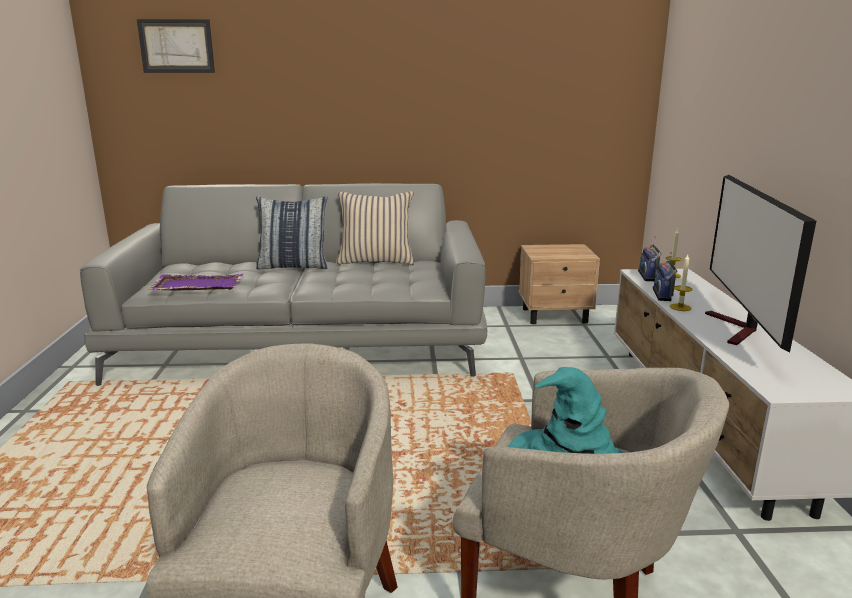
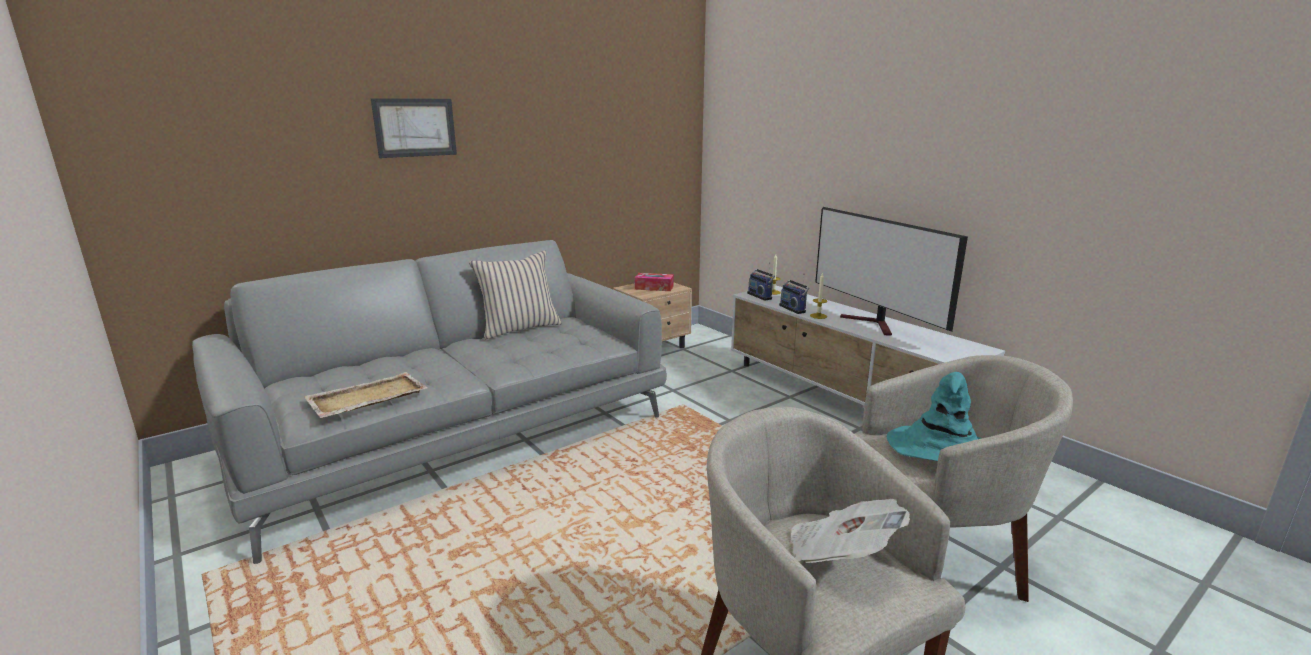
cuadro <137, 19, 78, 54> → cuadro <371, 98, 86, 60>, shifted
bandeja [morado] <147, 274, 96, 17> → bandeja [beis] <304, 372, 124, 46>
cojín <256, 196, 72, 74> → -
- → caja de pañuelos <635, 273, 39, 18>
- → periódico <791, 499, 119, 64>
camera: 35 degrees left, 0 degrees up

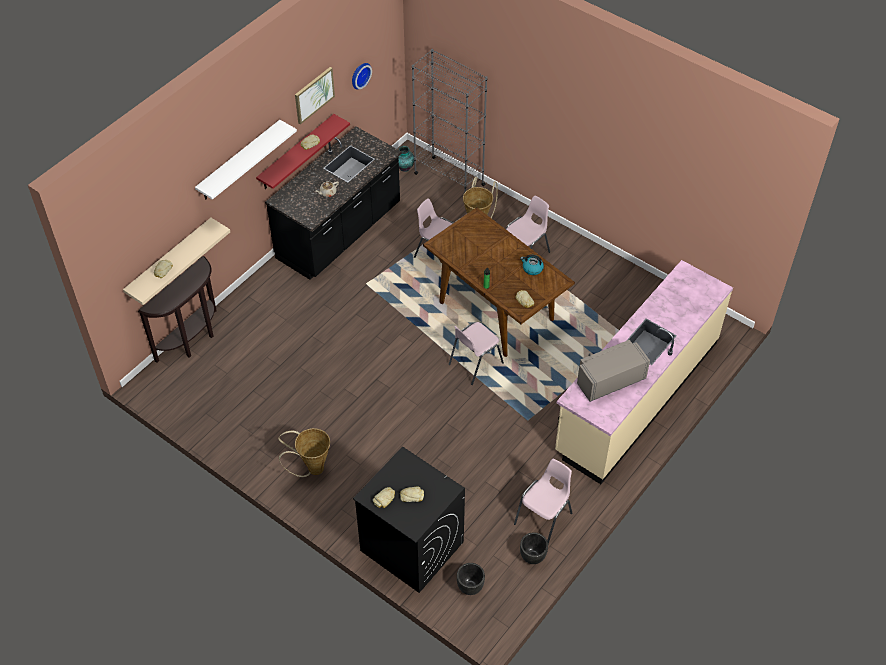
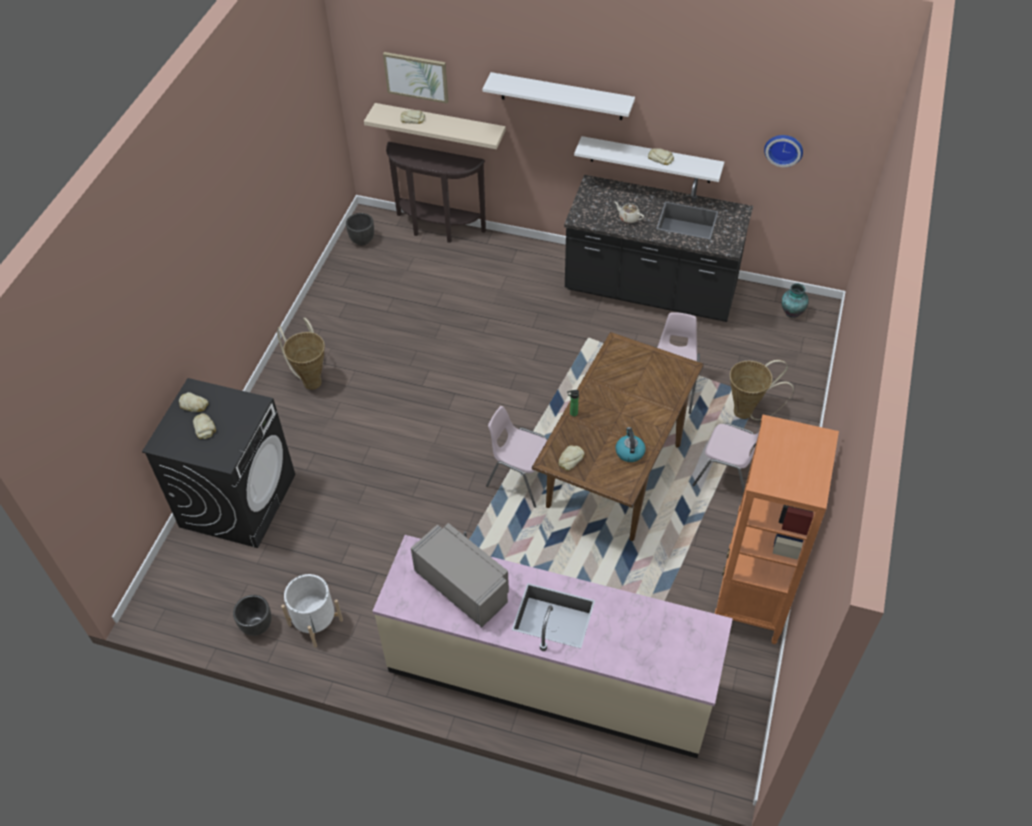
estante [rojo] <256, 114, 94, 75> → estante [blanco] <574, 136, 150, 47>
cuadro <295, 67, 40, 57> → cuadro <383, 52, 65, 51>, shifted
estantería [gris] <412, 49, 76, 144> → -
maceta [negro] <457, 563, 28, 32> → maceta [negro] <346, 213, 28, 32>, shifted
silla [rosa] <514, 459, 59, 85> → maceta [blanco] <281, 574, 62, 73>
- → estantería [naranja] <715, 414, 124, 230>
camera: 70 degrees right, 0 degrees up

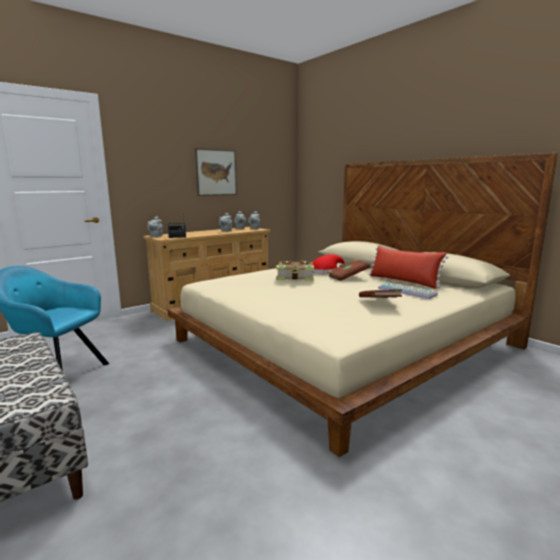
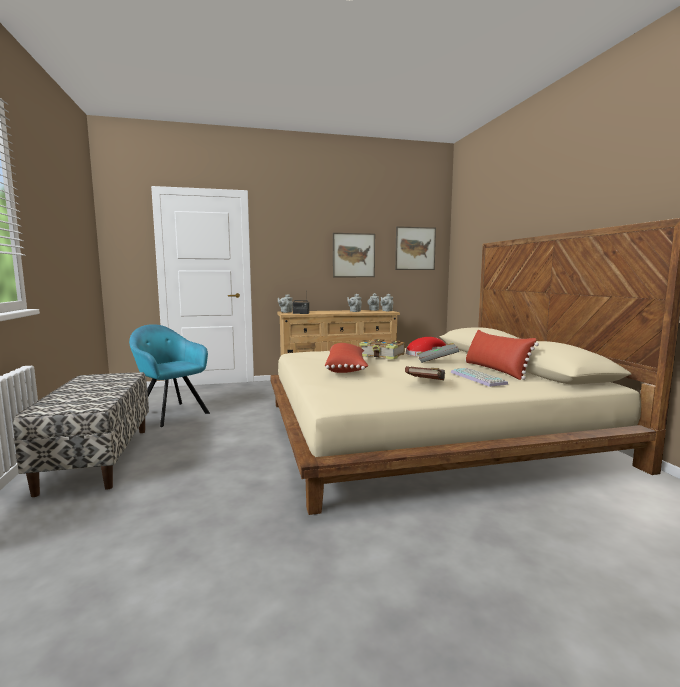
libro [marrón] <328, 259, 42, 22> → libro [gris] <417, 343, 42, 20>
- → cojín [rojo] <325, 343, 44, 30>
- → cuadro <395, 226, 41, 44>
camera: 25 degrees right, 5 degrees down

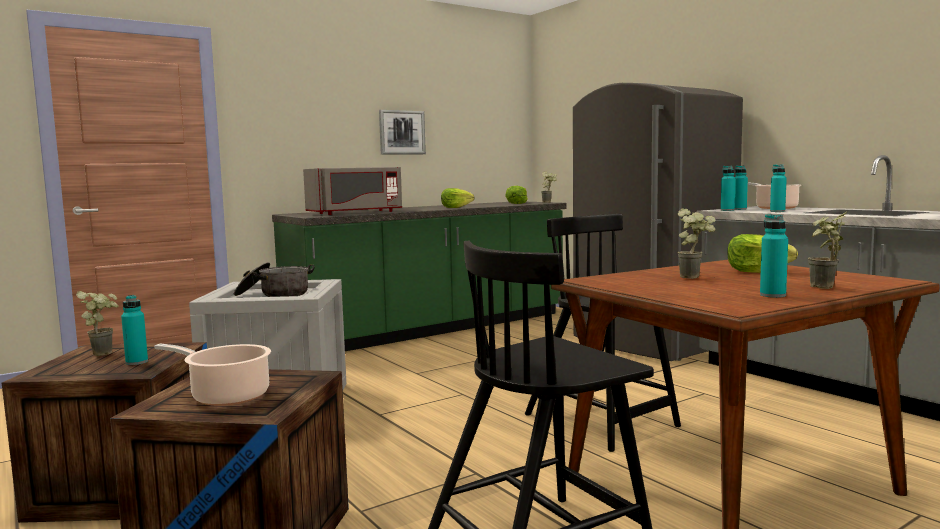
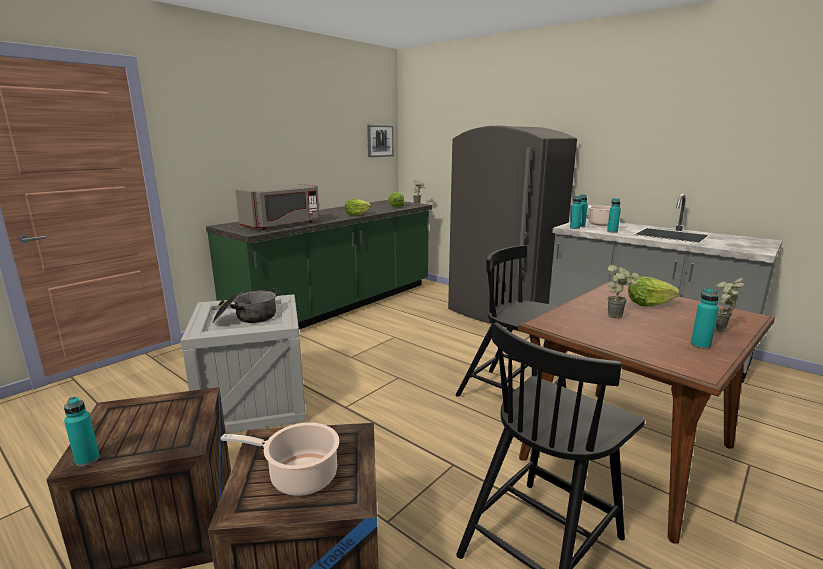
planta en maceta <76, 291, 43, 65> → -
botella [turquesa] <121, 295, 27, 70> → botella [turquesa] <64, 396, 36, 71>, shifted
cuadro <379, 110, 47, 45> → cuadro <367, 125, 27, 32>, shifted
camera: 15 degrees left, 10 degrees up

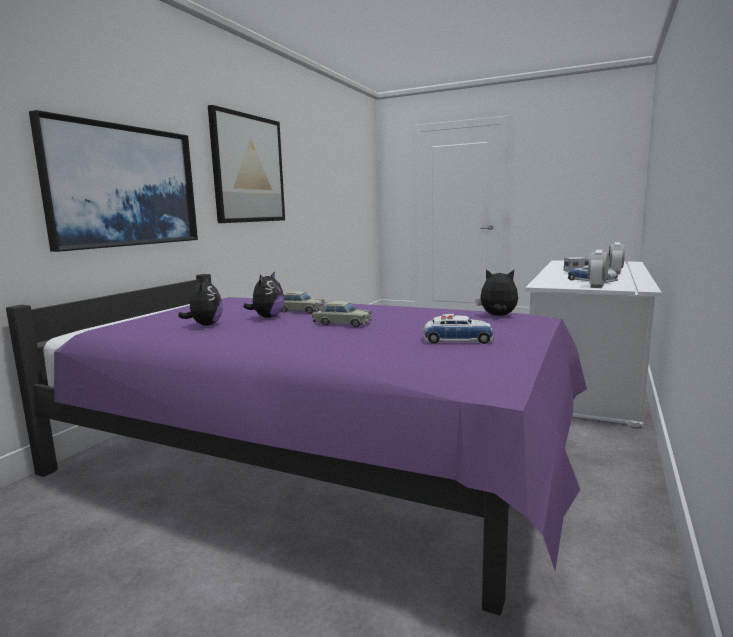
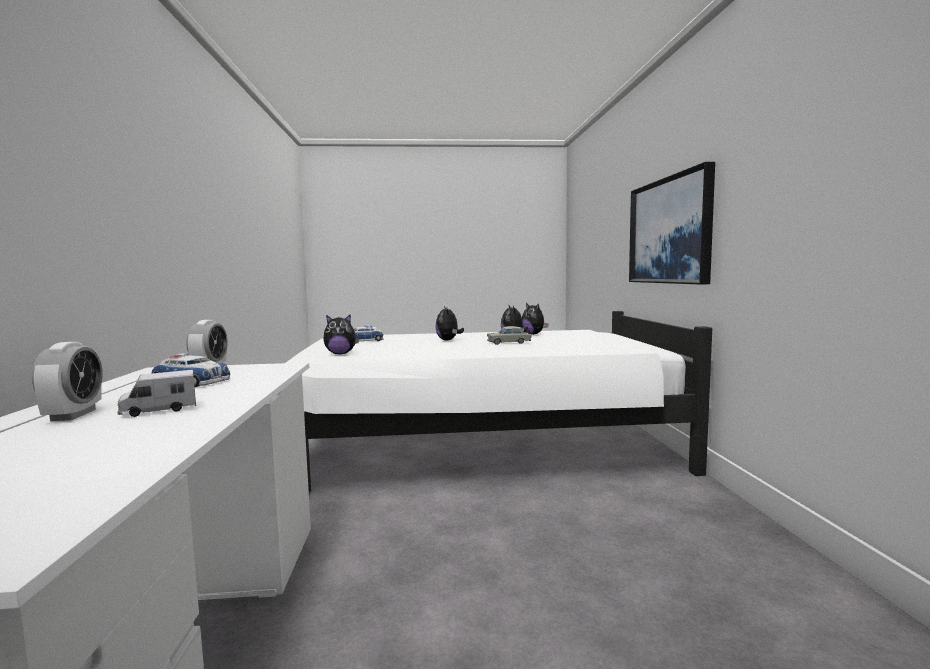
cama [morado] <6, 274, 581, 342> → cama [blanco] <286, 311, 426, 182>
cuadro <208, 105, 77, 118> → -
coche de juguete [beis] <312, 301, 60, 26> → peluche <435, 306, 29, 35>
camera: 150 degrees right, 5 degrees down

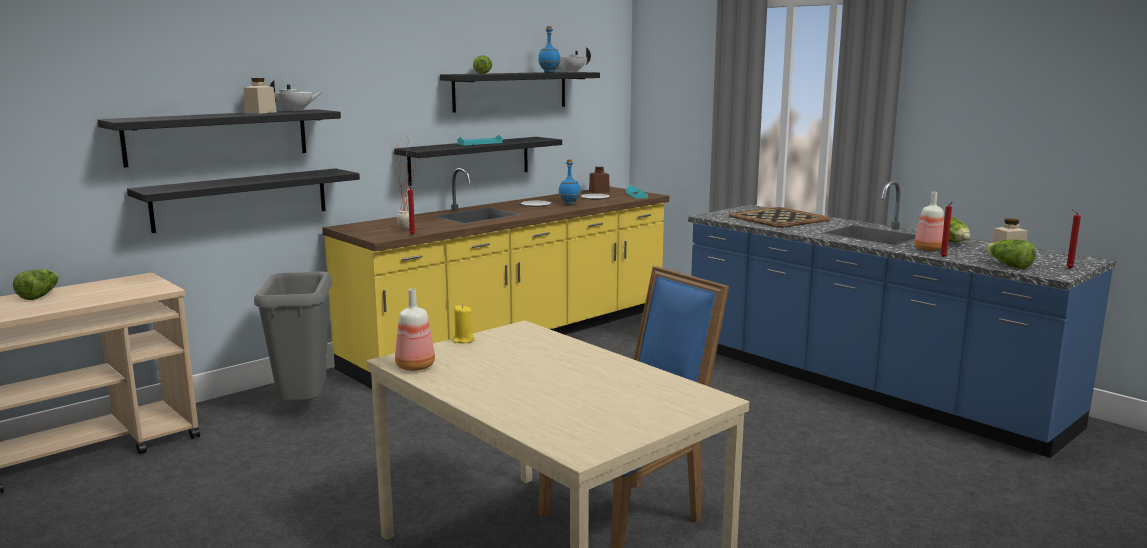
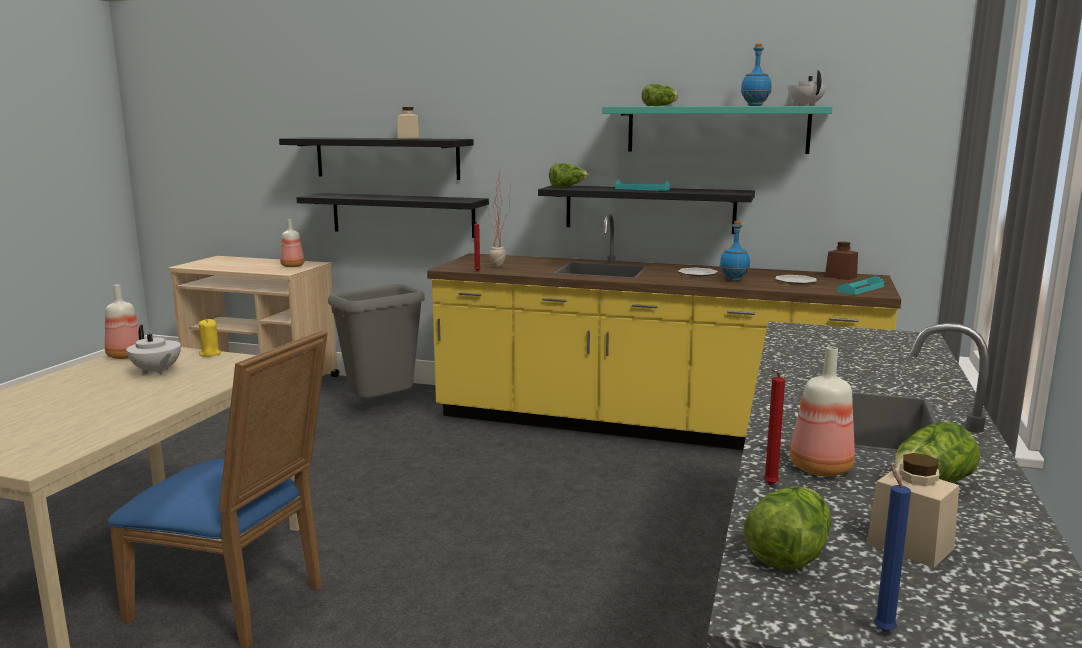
lechuga <13, 269, 45, 31> → lechuga <549, 163, 40, 24>, shifted
tetera [blanco] <270, 80, 52, 32> → tetera [blanco] <126, 325, 55, 50>, shifted
estante [negro] <440, 72, 160, 41> → estante [turquesa] <602, 106, 231, 48>
bandeja <729, 207, 102, 21> → -
vela [rojo] <1066, 209, 15, 60> → vela [azul] <874, 464, 37, 168>
- → botella <280, 219, 24, 48>
camera: 60 degrees right, 0 degrees up

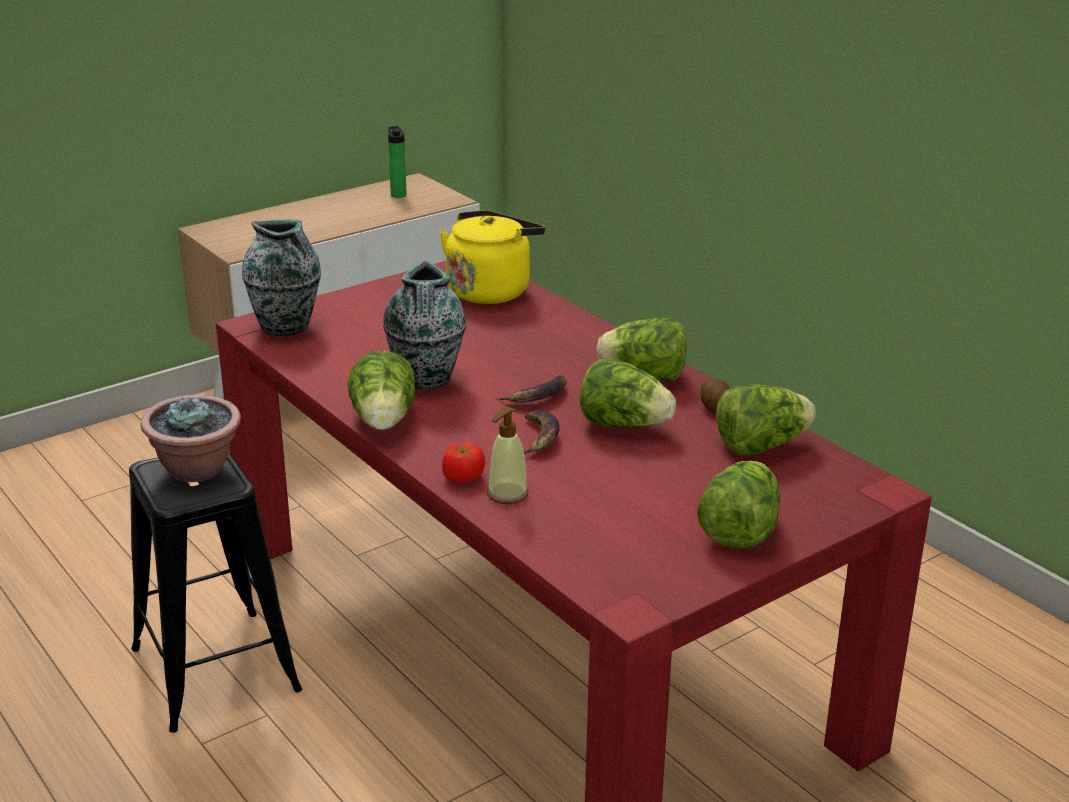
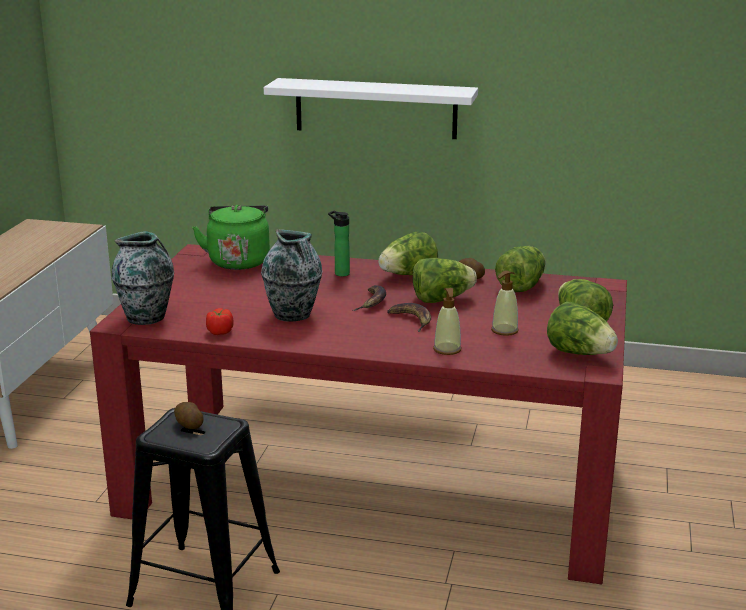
planta en maceta <141, 395, 100, 87> → patata <174, 402, 30, 27>
lechuga <347, 351, 68, 79> → lechuga <547, 302, 71, 53>, shifted
botella <388, 126, 19, 72> → botella <328, 211, 22, 65>, shifted
hervidor [amarillo] <439, 210, 106, 94> → hervidor [verde] <192, 205, 78, 65>
tomate <442, 442, 43, 41> → tomate <206, 308, 28, 27>, shifted
- → estante [blanco] <264, 78, 214, 61>
- → dispensador de jabón <491, 270, 28, 66>
camera: 40 degrees left, 5 degrees down

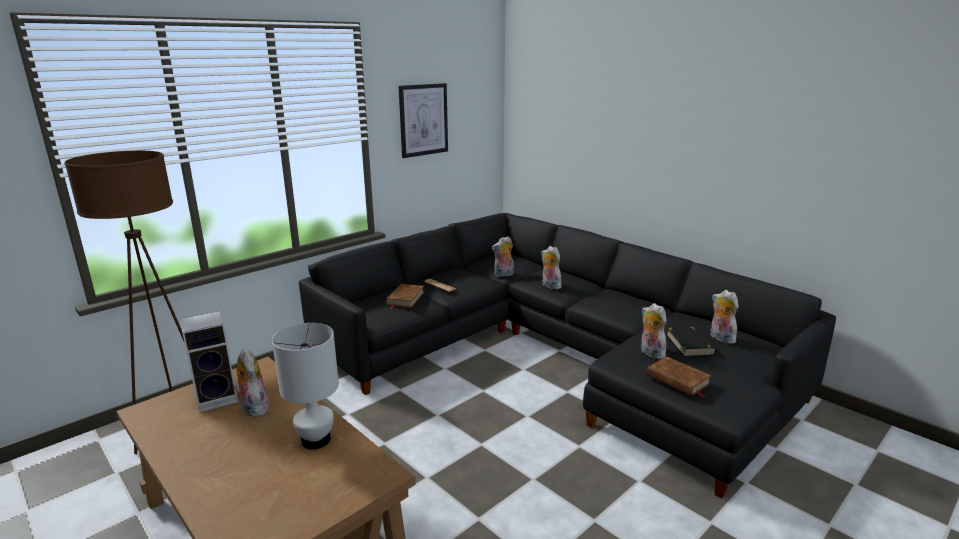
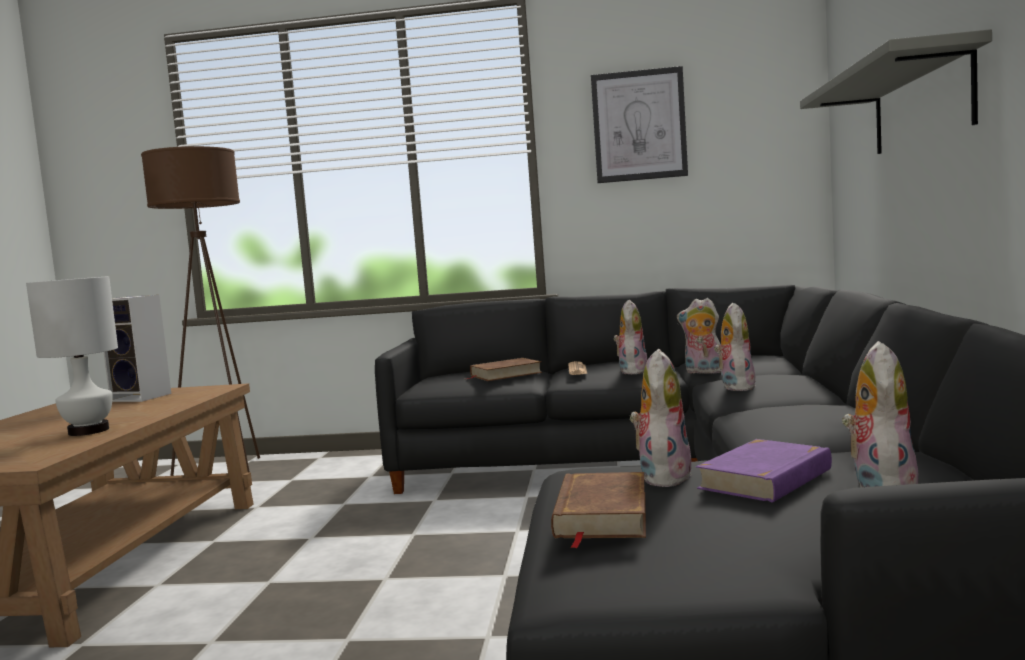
peluche <233, 348, 36, 69> → peluche <613, 300, 35, 74>, shifted
libro [negro] <666, 326, 50, 31> → libro [morado] <696, 439, 136, 64>
- → estante [gris] <800, 29, 192, 125>
camera: 50 degrees right, 15 degrees down

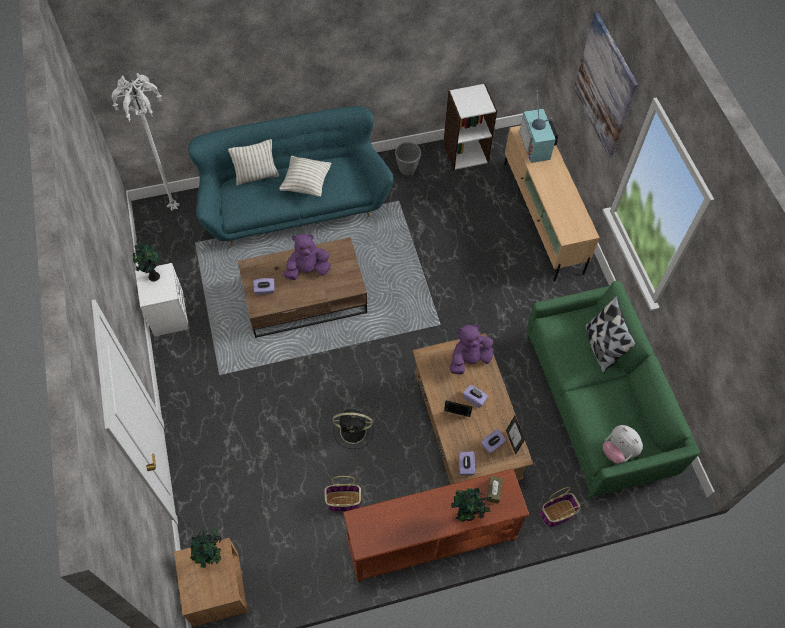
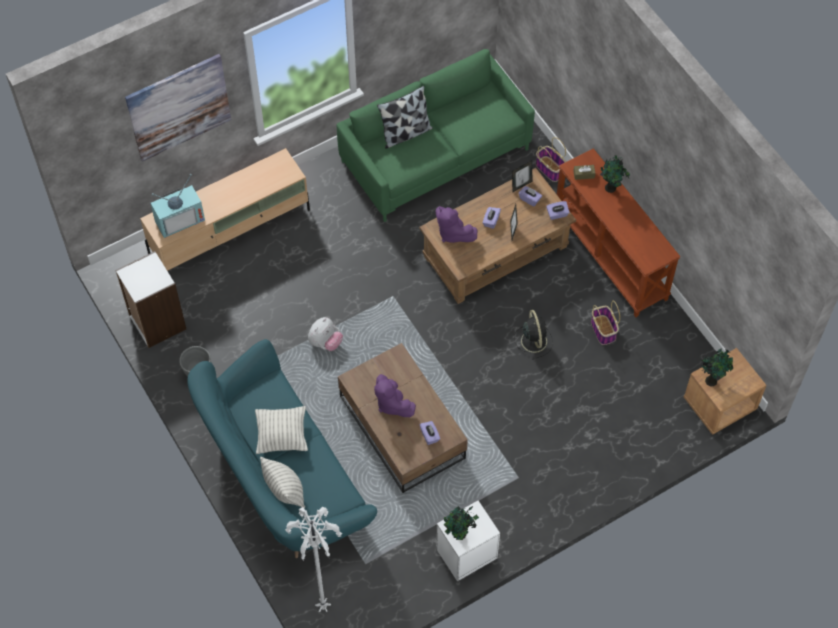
peluche <603, 425, 40, 39> → peluche <308, 317, 35, 34>, shifted
camera: 105 degrees left, 0 degrees up

